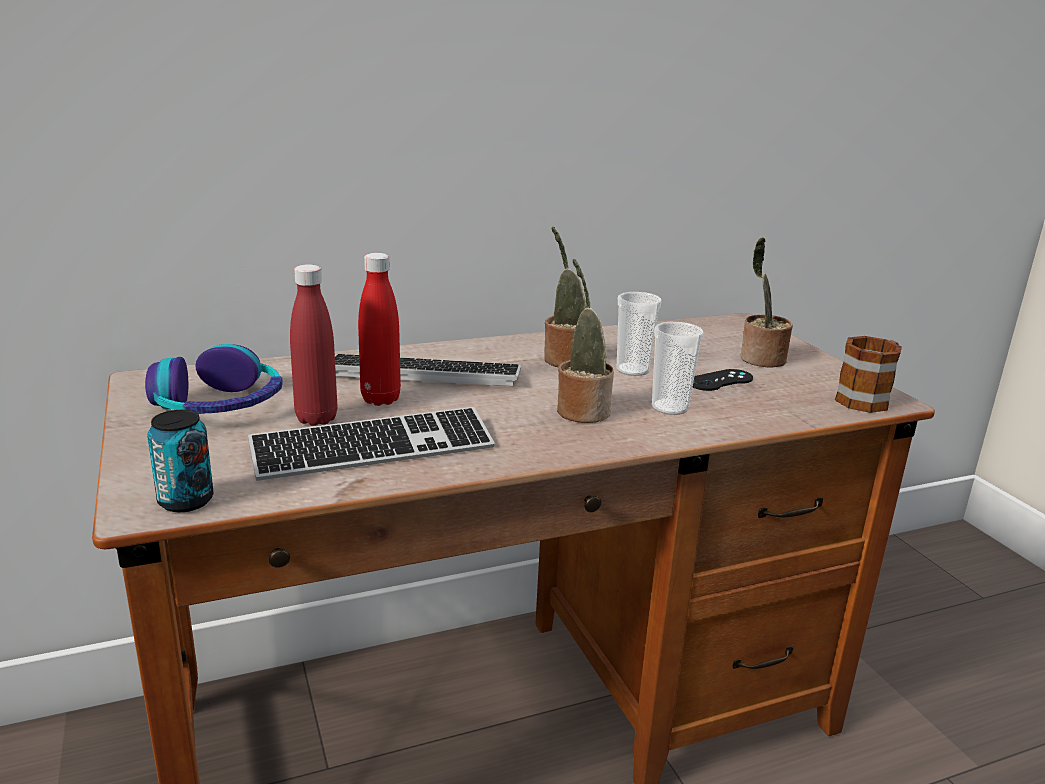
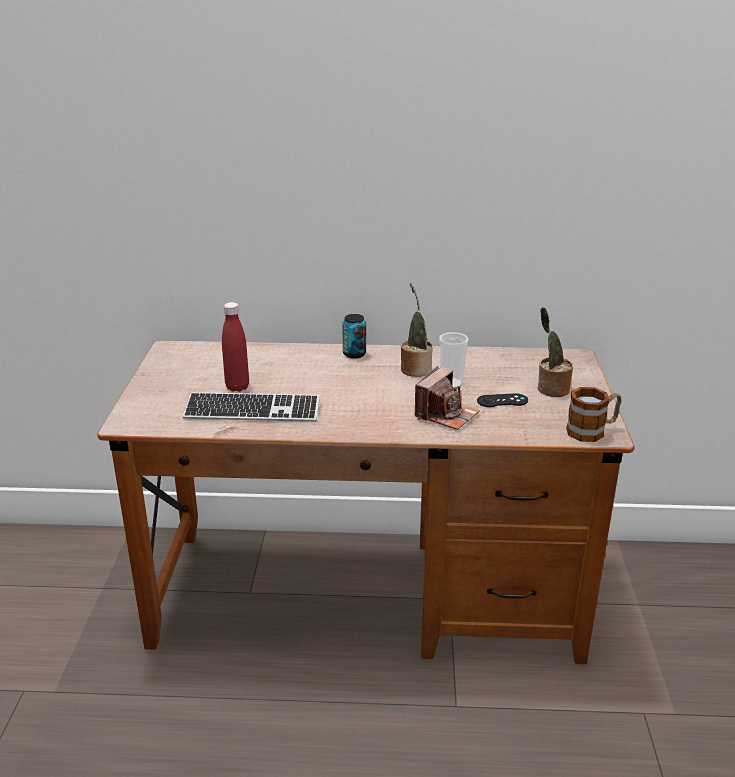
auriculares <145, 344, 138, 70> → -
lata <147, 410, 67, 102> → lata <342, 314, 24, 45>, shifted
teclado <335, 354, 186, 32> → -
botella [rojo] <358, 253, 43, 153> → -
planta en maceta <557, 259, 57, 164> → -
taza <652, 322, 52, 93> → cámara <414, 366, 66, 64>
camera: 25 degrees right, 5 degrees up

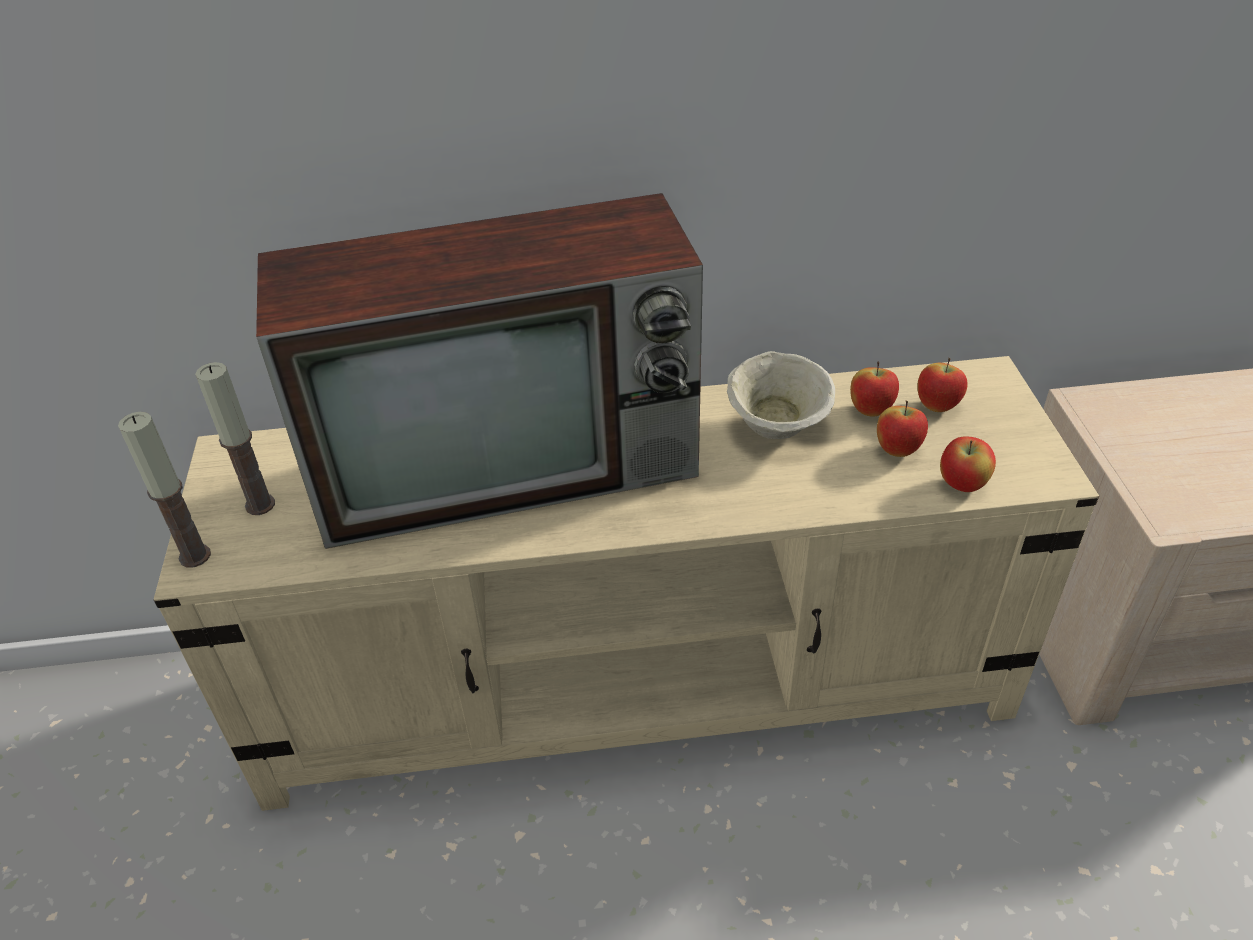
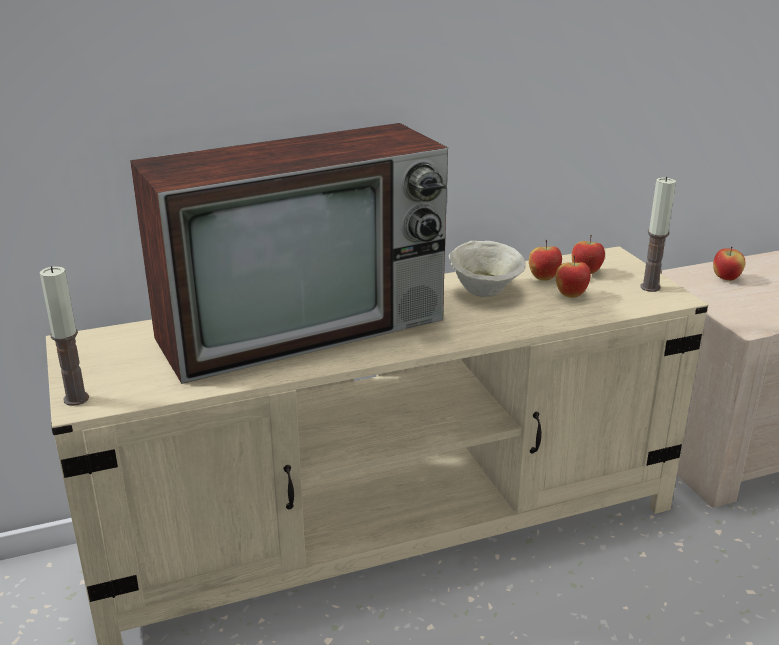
vela <195, 362, 80, 153> → vela <640, 177, 36, 115>, shifted
manzana <940, 437, 56, 55> → manzana <713, 246, 32, 35>, shifted
camera: 15 degrees left, 15 degrees down

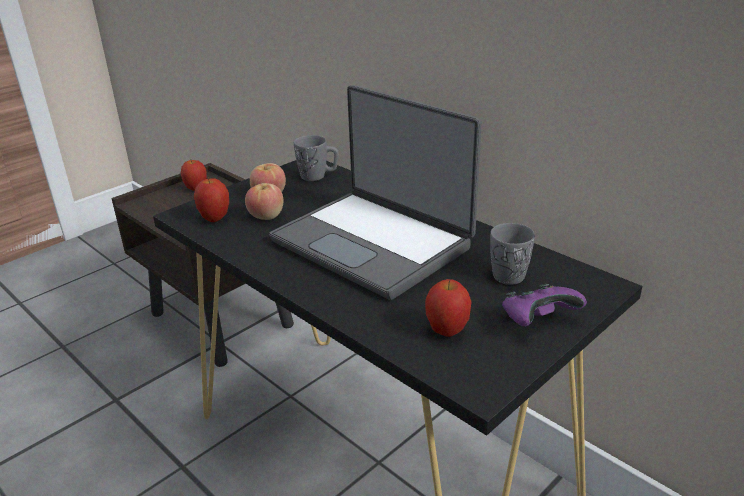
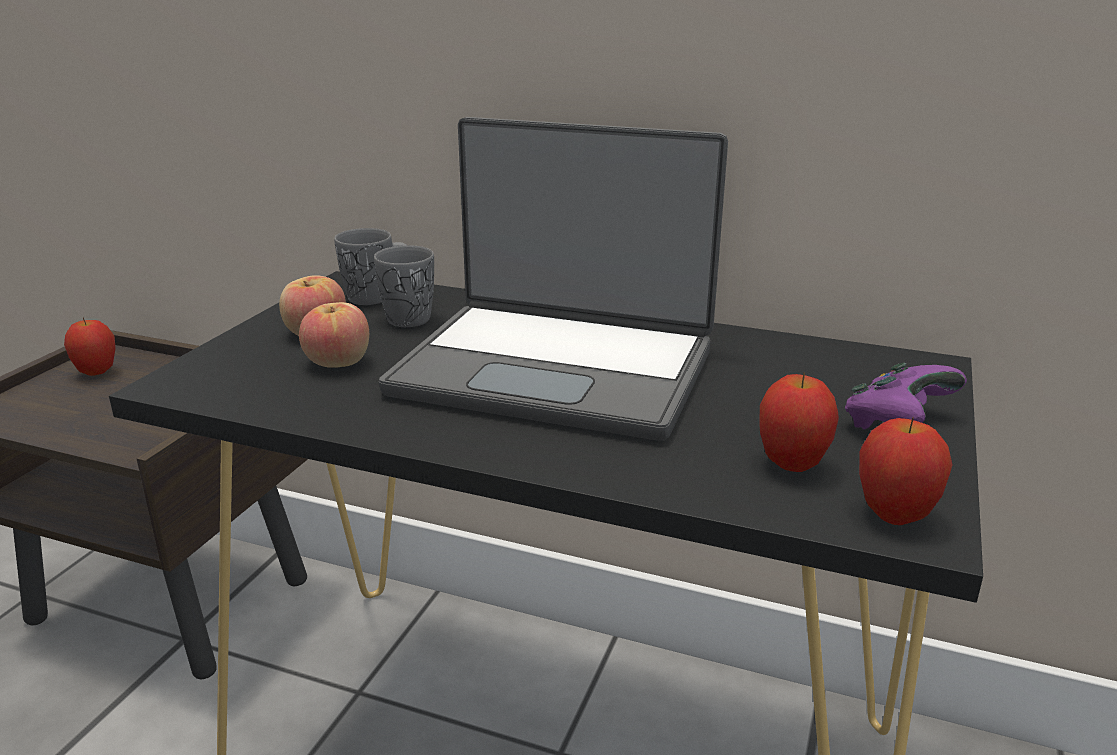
manzana <194, 177, 35, 45> → manzana <859, 416, 94, 109>, shifted
taza grande [gris] <490, 223, 45, 62> → taza grande [gris] <374, 245, 60, 82>, shifted
camera: 25 degrees left, 5 degrees down

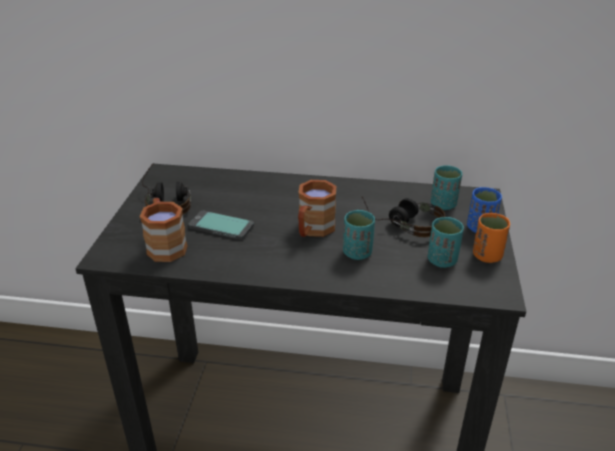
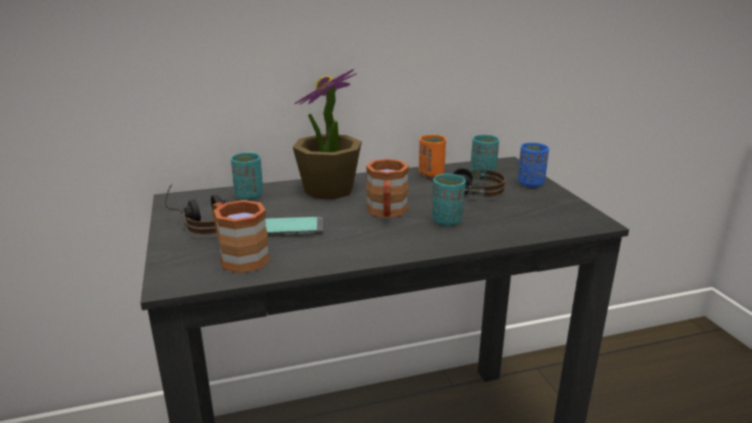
taza [turquesa] <428, 217, 36, 51> → taza [turquesa] <231, 152, 32, 48>, shifted
taza [naranja] <473, 213, 37, 50> → taza [naranja] <419, 135, 27, 42>, shifted
- → planta en maceta <293, 69, 69, 131>
camera: 25 degrees left, 10 degrees down

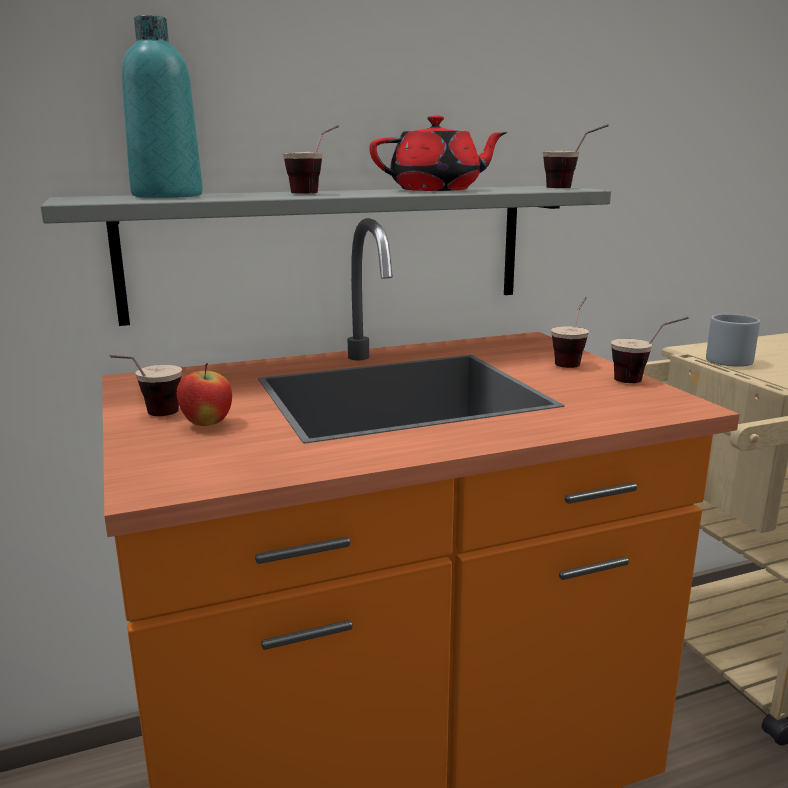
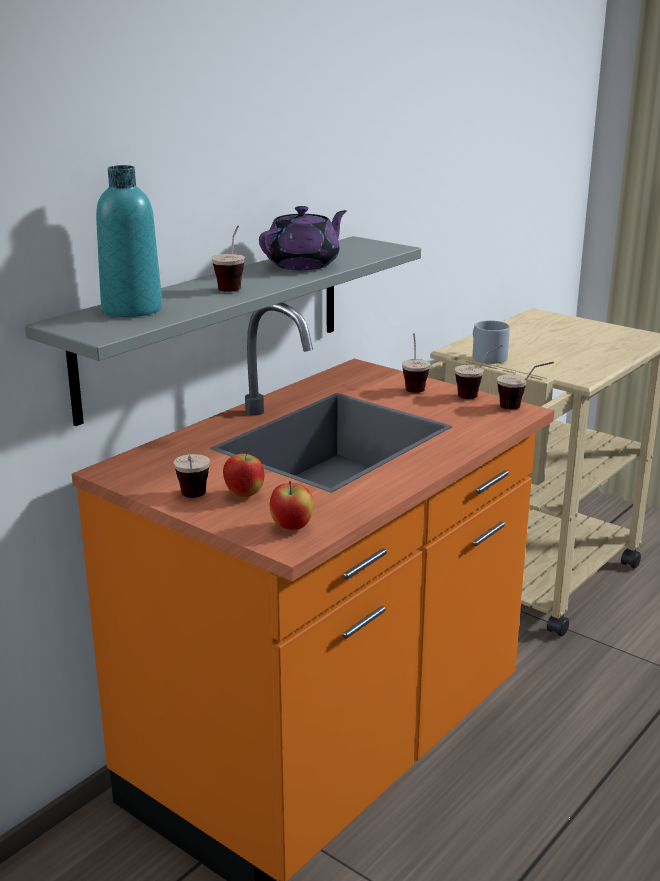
tetera [rojo] <369, 116, 138, 75> → tetera [morado] <259, 206, 88, 64>
taza <543, 124, 66, 65> → taza <497, 362, 57, 47>, shifted
- → manzana <270, 481, 44, 49>
camera: 30 degrees left, 5 degrees up

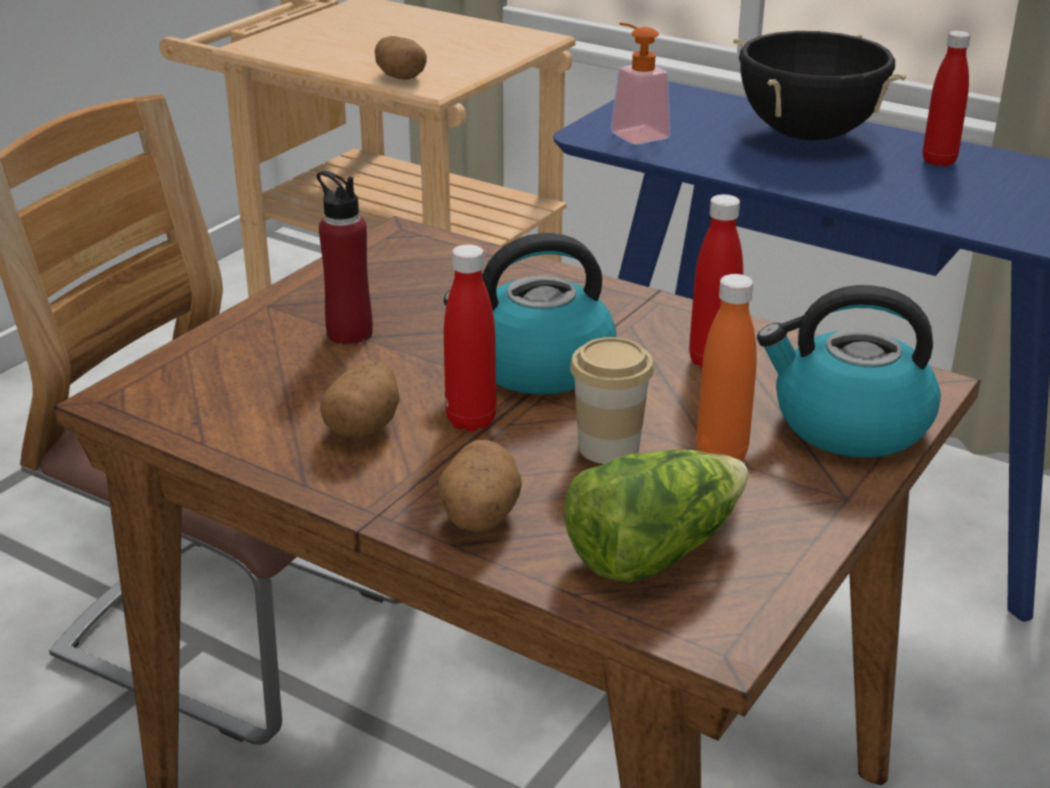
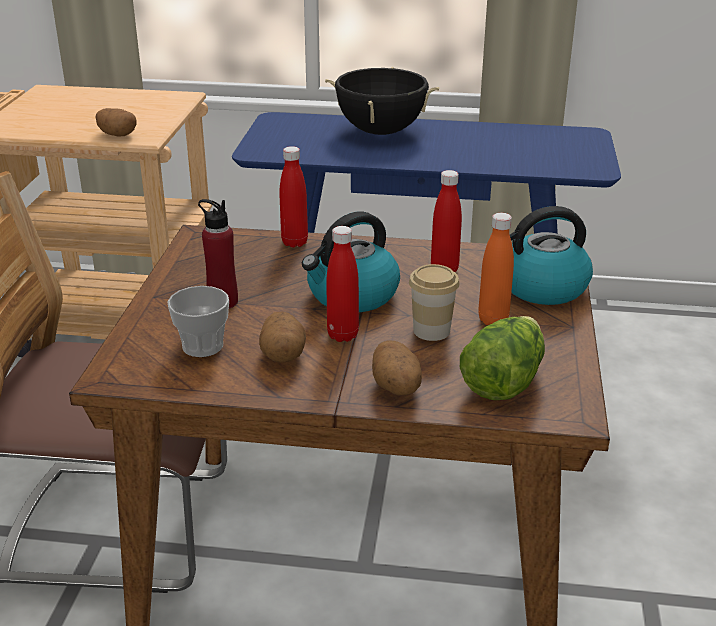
dispensador de jabón <611, 23, 60, 122> → -
botella [rojo] <923, 31, 47, 135> → botella [rojo] <279, 146, 29, 101>, shifted
- → taza <167, 286, 62, 71>
camera: 25 degrees left, 0 degrees up

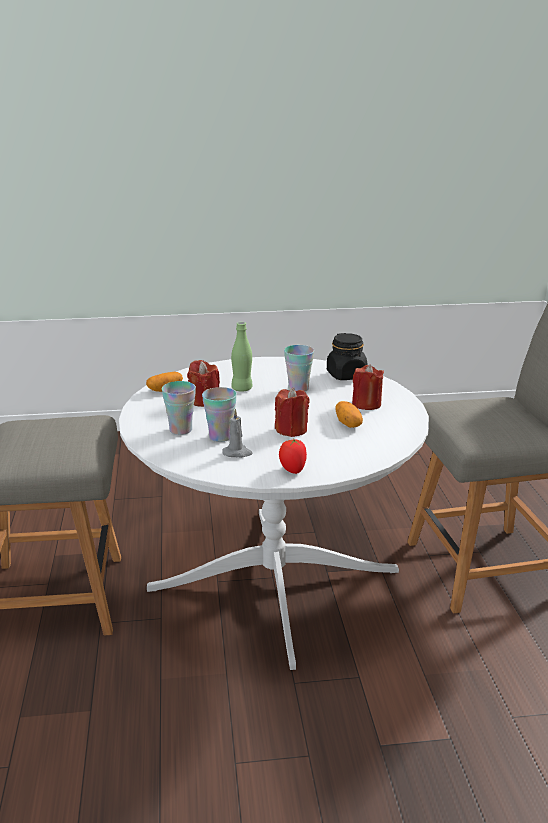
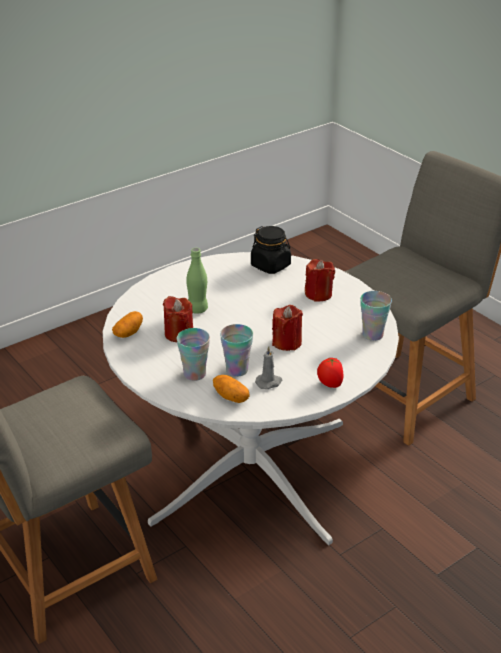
taza <284, 345, 30, 47> → taza <360, 291, 32, 50>, shifted
patata <335, 401, 28, 27> → patata <213, 375, 36, 28>, shifted
camera: 30 degrees left, 10 degrees up

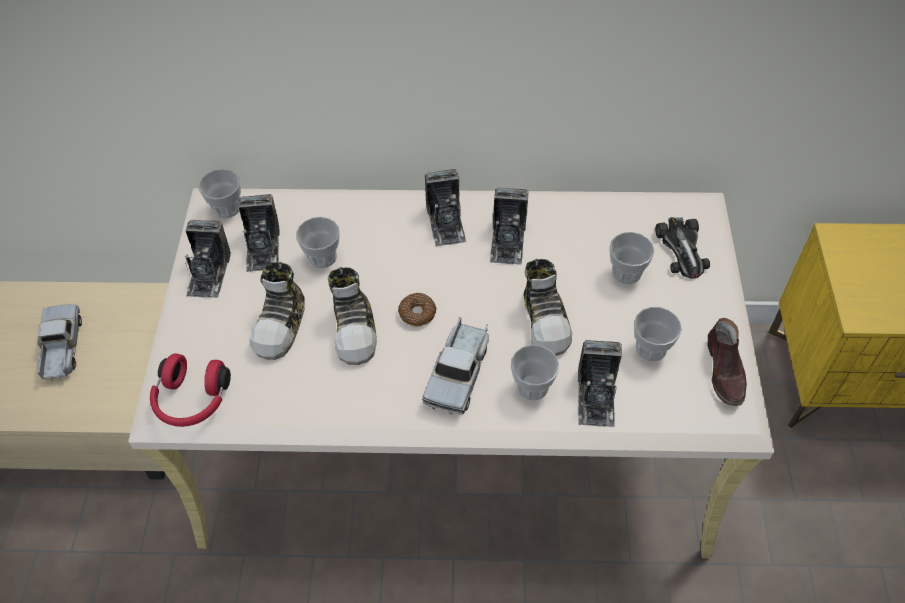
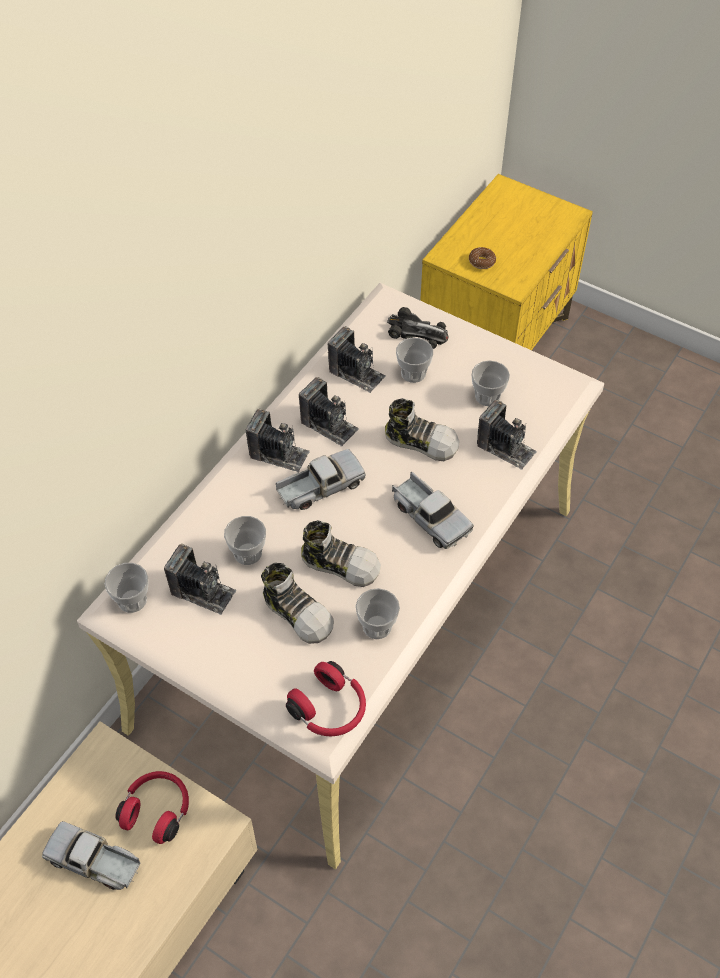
cámara <184, 220, 47, 78> → cámara <328, 326, 57, 67>, shifted
rosquilla <398, 293, 39, 33> → rosquilla <469, 247, 27, 22>, shifted
taza <511, 345, 48, 55> → taza <356, 588, 44, 51>, shifted
zapato [marrón] <708, 318, 39, 88> → -
- → auriculares [rojo] <115, 771, 74, 73>
- → camión de juguete <276, 449, 90, 61>
camera: 60 degrees left, 0 degrees up

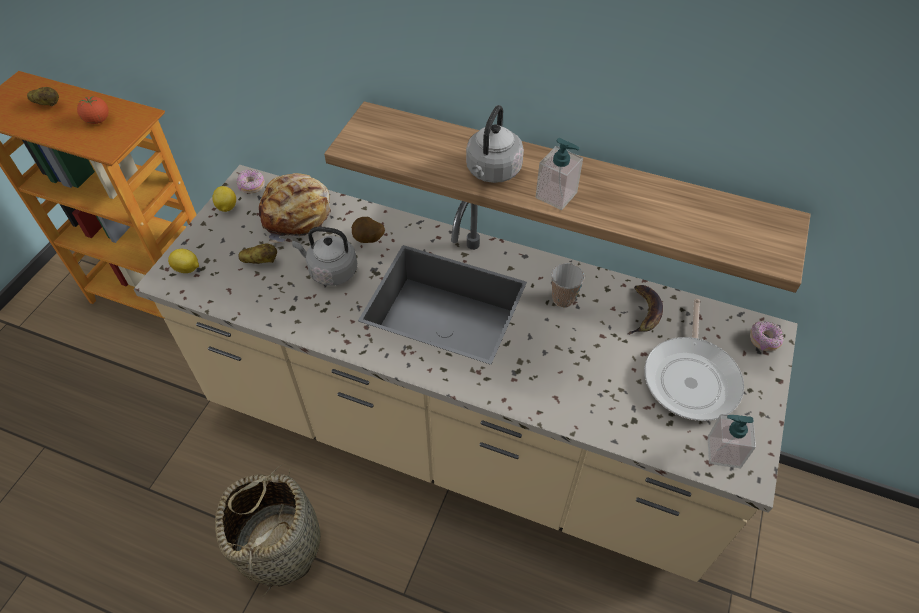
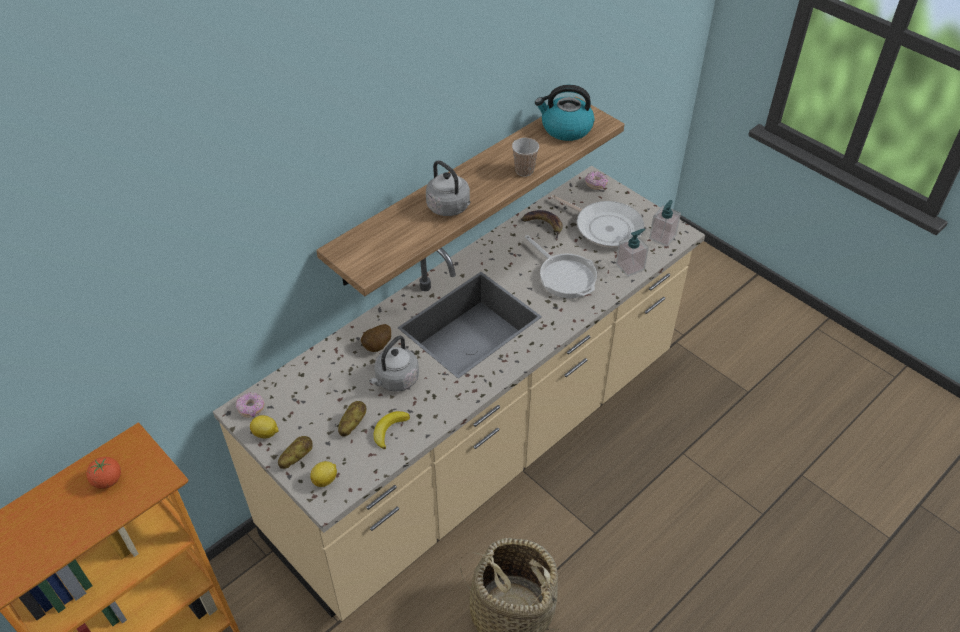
patata <27, 87, 32, 19> → patata <278, 436, 34, 33>, shifted
pan <259, 173, 72, 70> → -
dispensador de jabón <536, 138, 47, 72> → dispensador de jabón <616, 229, 33, 48>, shifted
taza <551, 263, 34, 45> → taza <512, 138, 27, 39>, shifted
- → plátano <374, 411, 36, 38>
- → sartén <525, 235, 72, 63>
- → hervidor <535, 85, 60, 56>
camera: 65 degrees left, 5 degrees down

